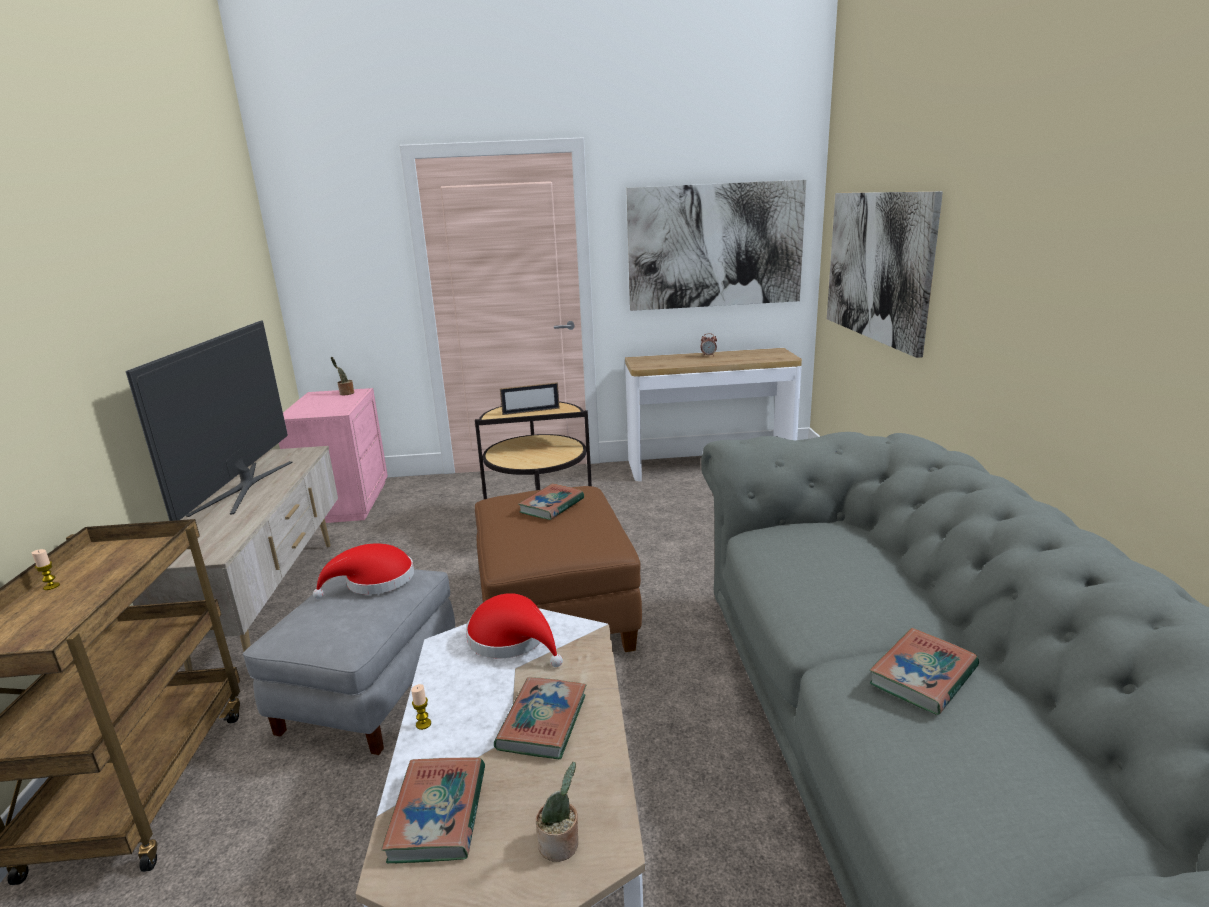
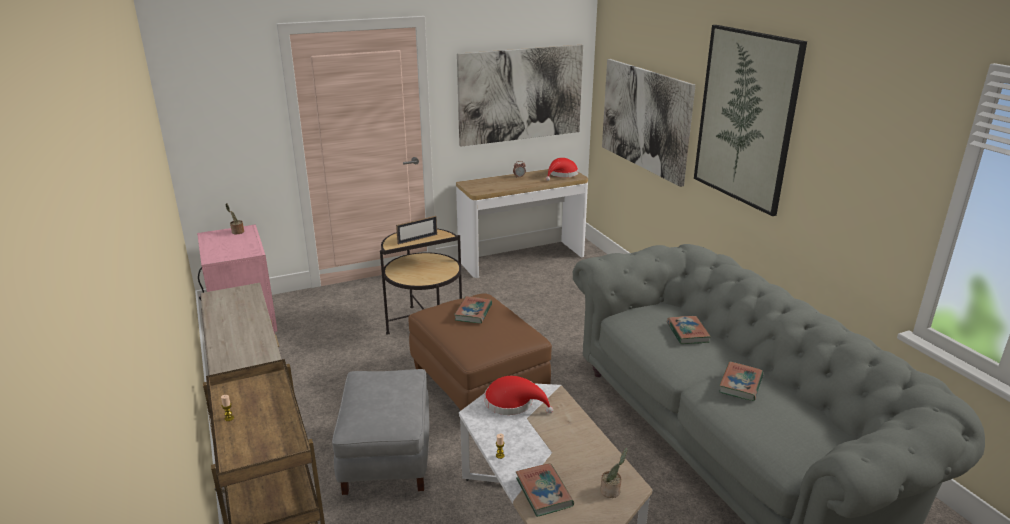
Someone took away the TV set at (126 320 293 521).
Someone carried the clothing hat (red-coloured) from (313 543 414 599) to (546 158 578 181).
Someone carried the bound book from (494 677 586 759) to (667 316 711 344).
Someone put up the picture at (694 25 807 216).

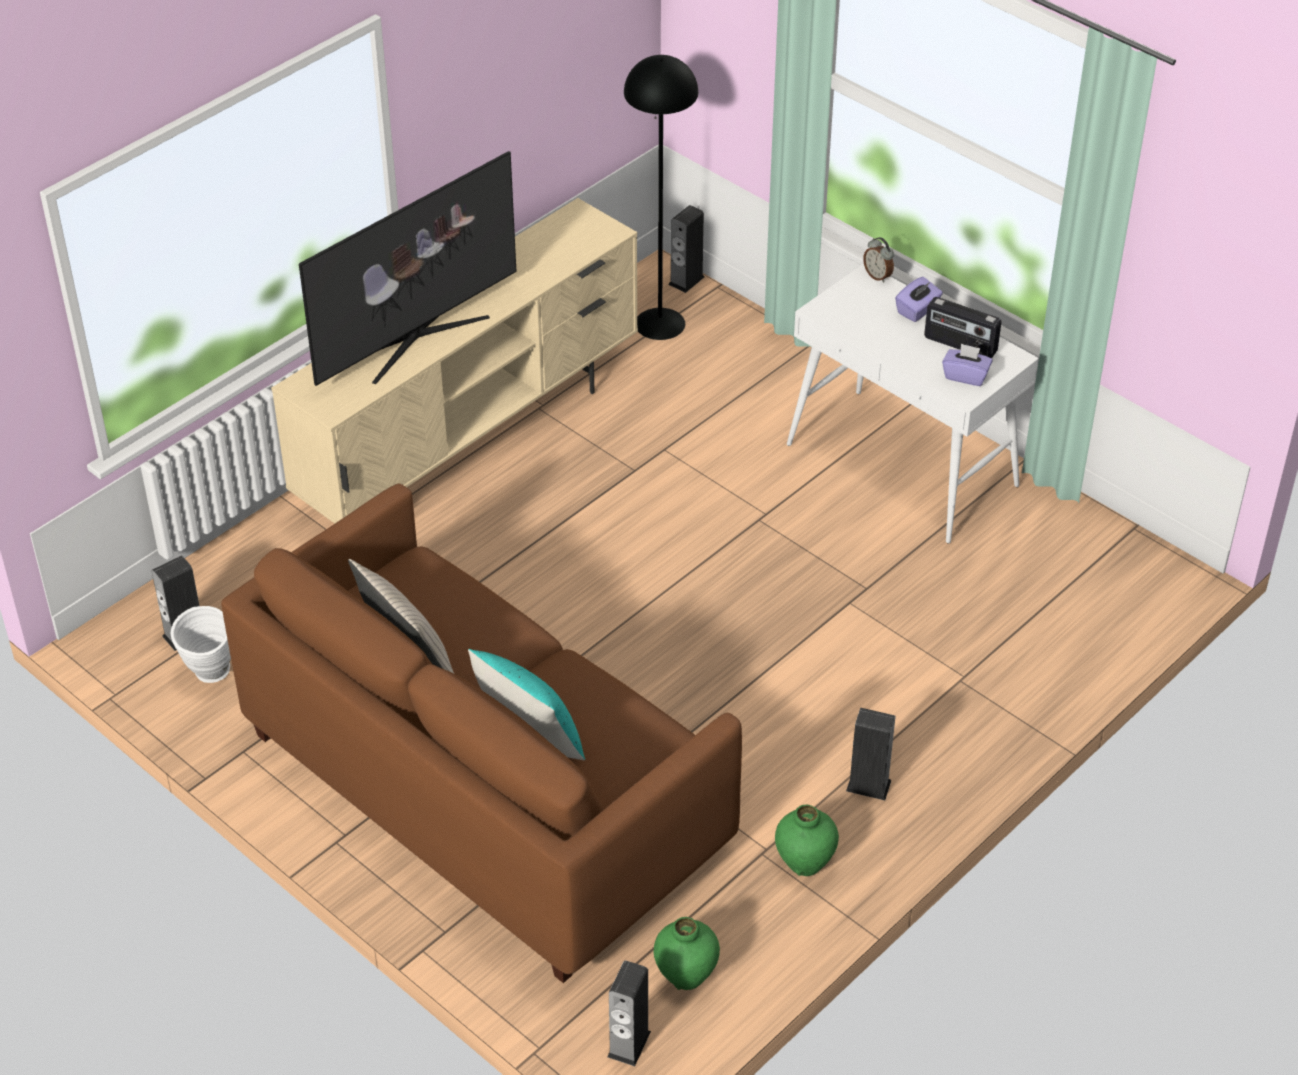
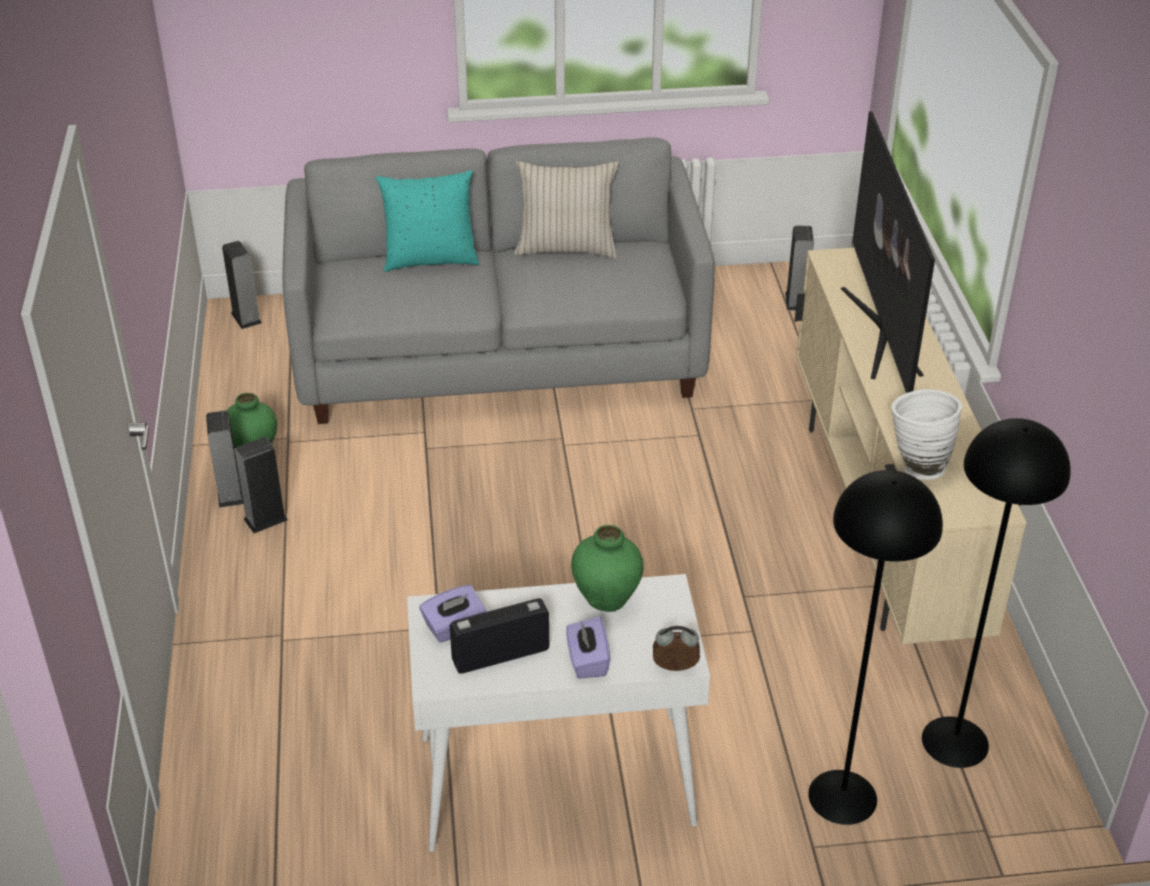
Someone carried the flower vase (white) from (171 606 231 683) to (891 389 962 480).
Someone repainted the sofa (brown) at (221 484 742 983), which became the sofa (grey) at (282 138 715 424).
Someone carried the flower vase (green) from (654 917 720 990) to (571 525 643 612).
Someone carried the loudspeaker from (668 205 704 293) to (206 411 244 508).
Someone put down the standing lamp (black) at (808 470 943 825).

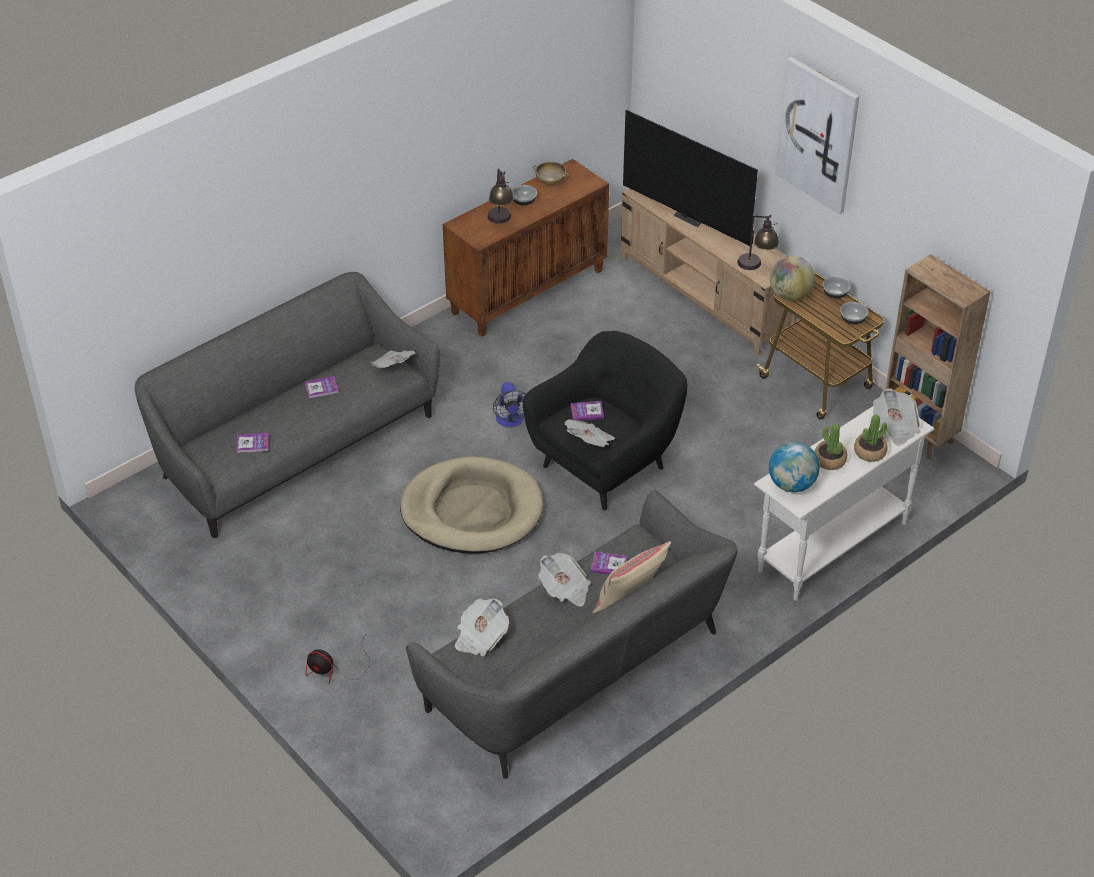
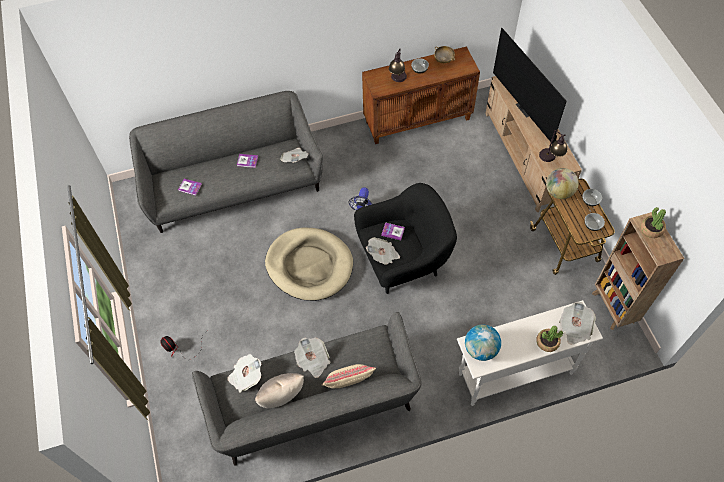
Someone took away the bound book at (590 552 627 575).
Someone took away the picture at (775 57 859 214).
Someone carried the houseplant from (814 424 847 470) to (640 207 666 238).
Someone put down the cushion (sand-coloured) at (255 373 304 408).

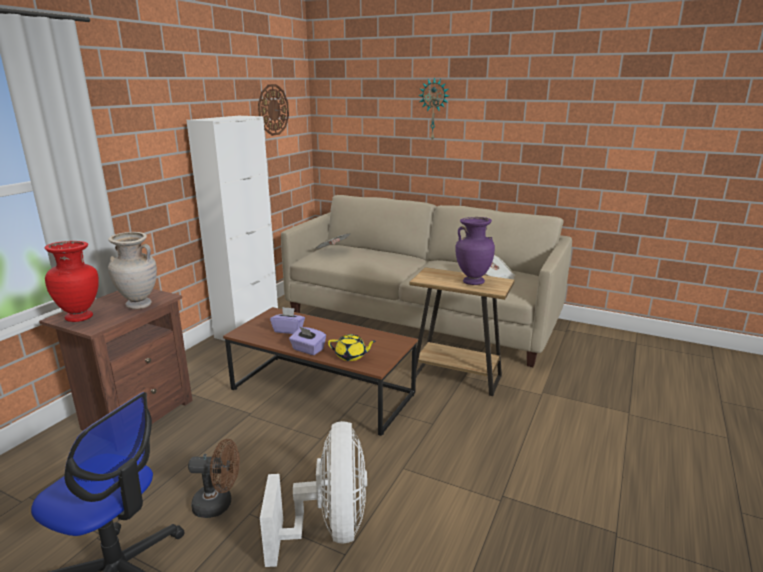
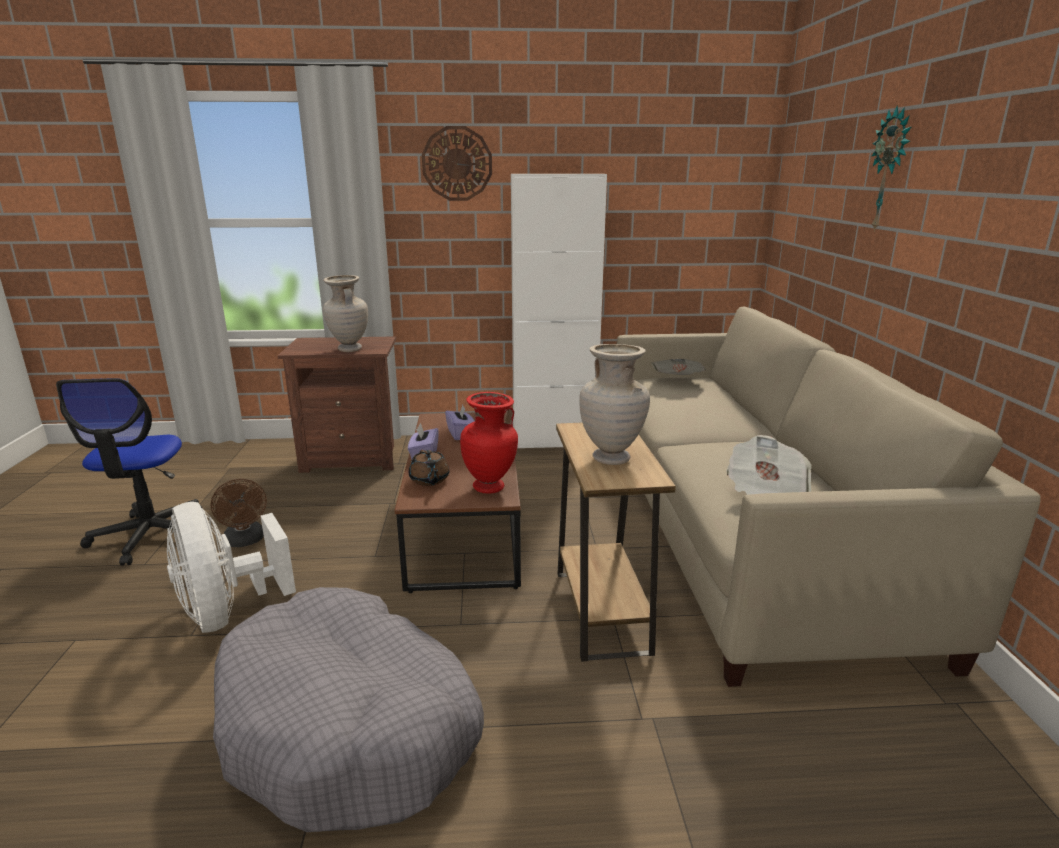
Someone carried the flower vase (red-coloured) from (44 241 99 322) to (460 392 518 494).
Someone carried the clock on the wall from (258 84 289 136) to (422 126 492 201).
Someone rotated the fan (white) at (260 421 367 567) by 90 degrees clockwise.
Someone repainted the teapot (yellow) at (328 334 376 361), which became the teapot (brown) at (409 450 449 486).
Someone repainted the flower vase (purple) at (456 217 495 285), which became the flower vase (sand-coloured) at (579 344 650 465).
Someone put down the dog cushion (grey) at (213 587 484 832).

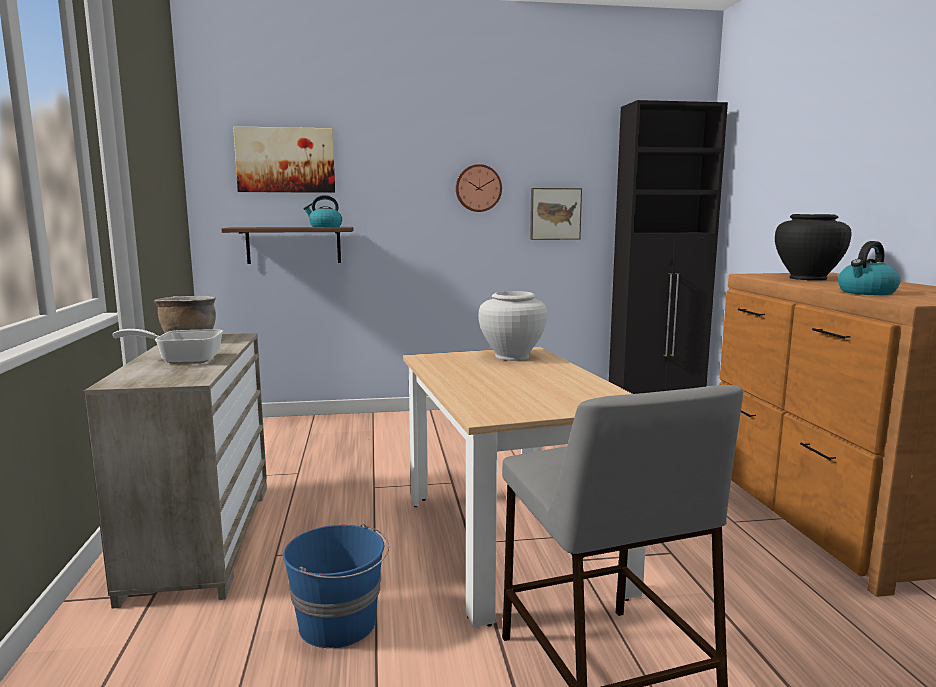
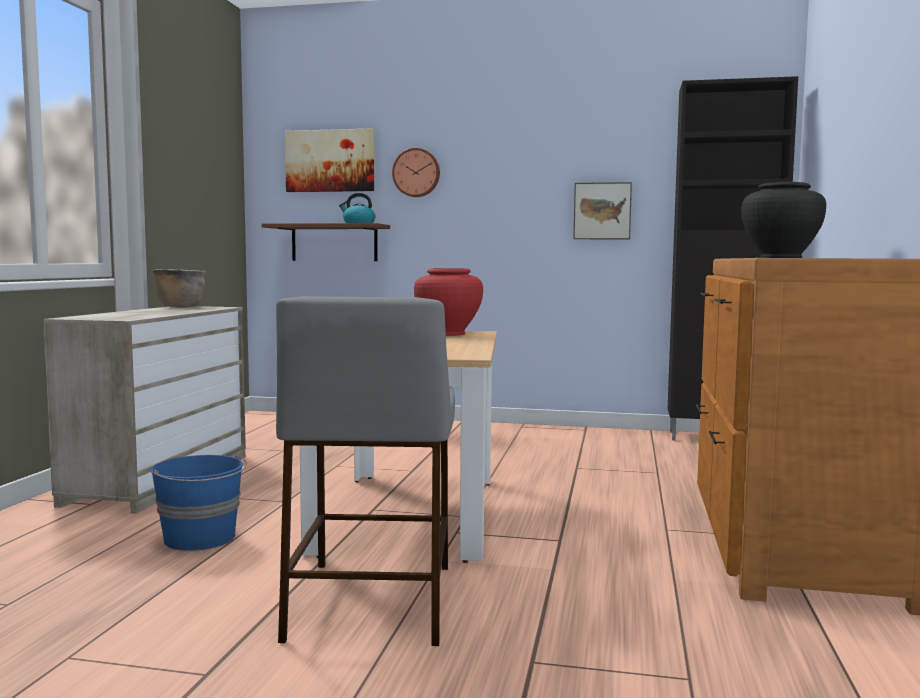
Someone took away the frying pan at (112 329 223 364).
Someone carried the clock on the wall from (456 164 502 212) to (392 148 440 197).
Someone repainted the flower vase (white) at (479 291 547 361), which became the flower vase (red-coloured) at (414 268 483 336).
Someone took away the kettle at (838 241 901 295).

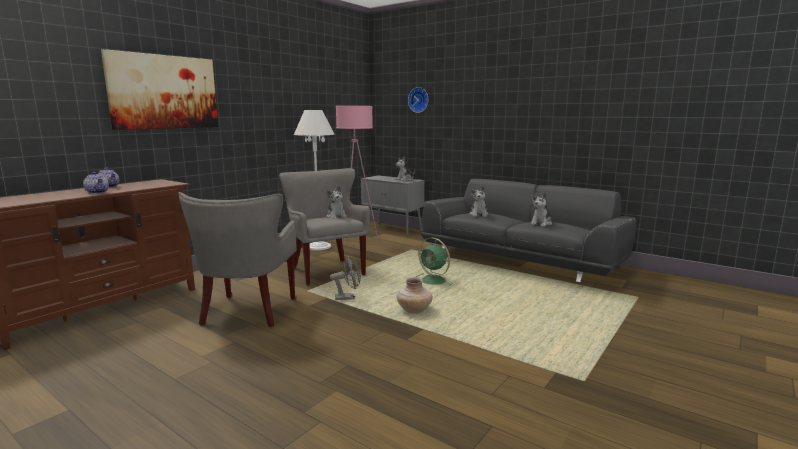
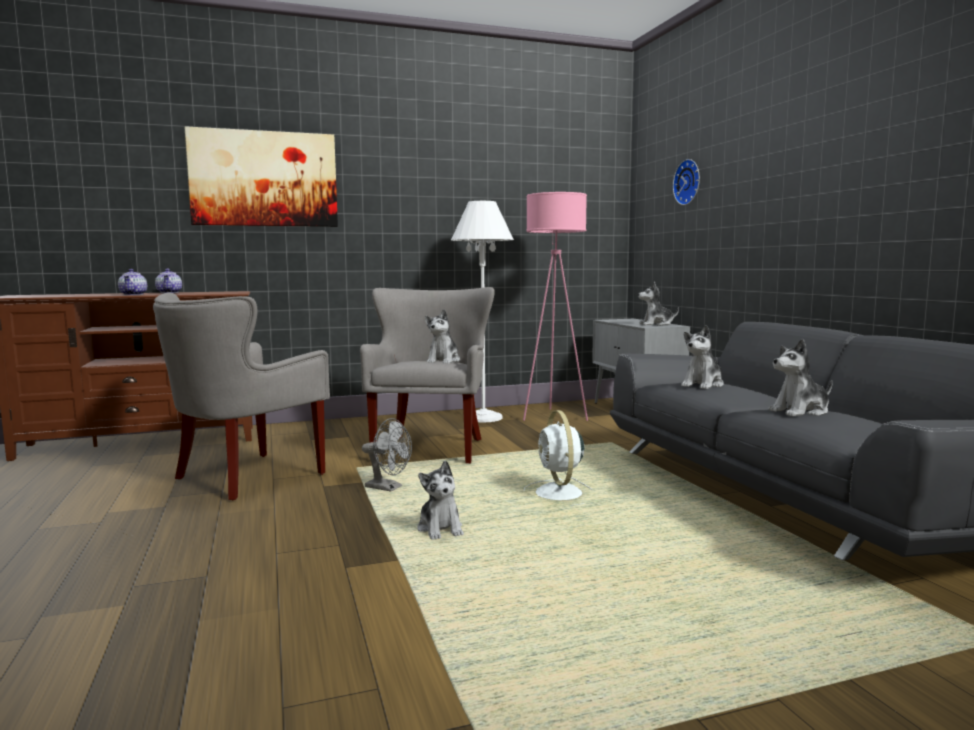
Someone swapped the flower vase (sand-coloured) at (397 277 433 314) for the plush toy at (417 461 464 540).
Someone repainted the fan (green) at (416 238 451 285), which became the fan (white) at (524 410 593 505).

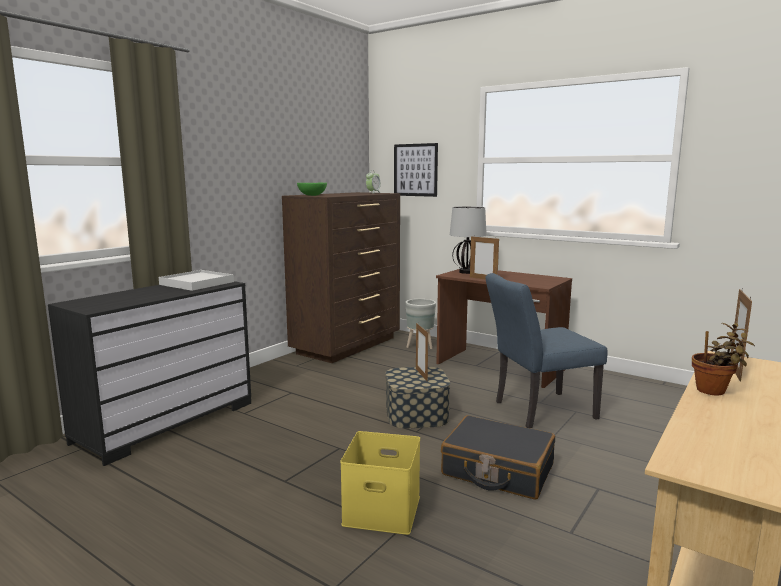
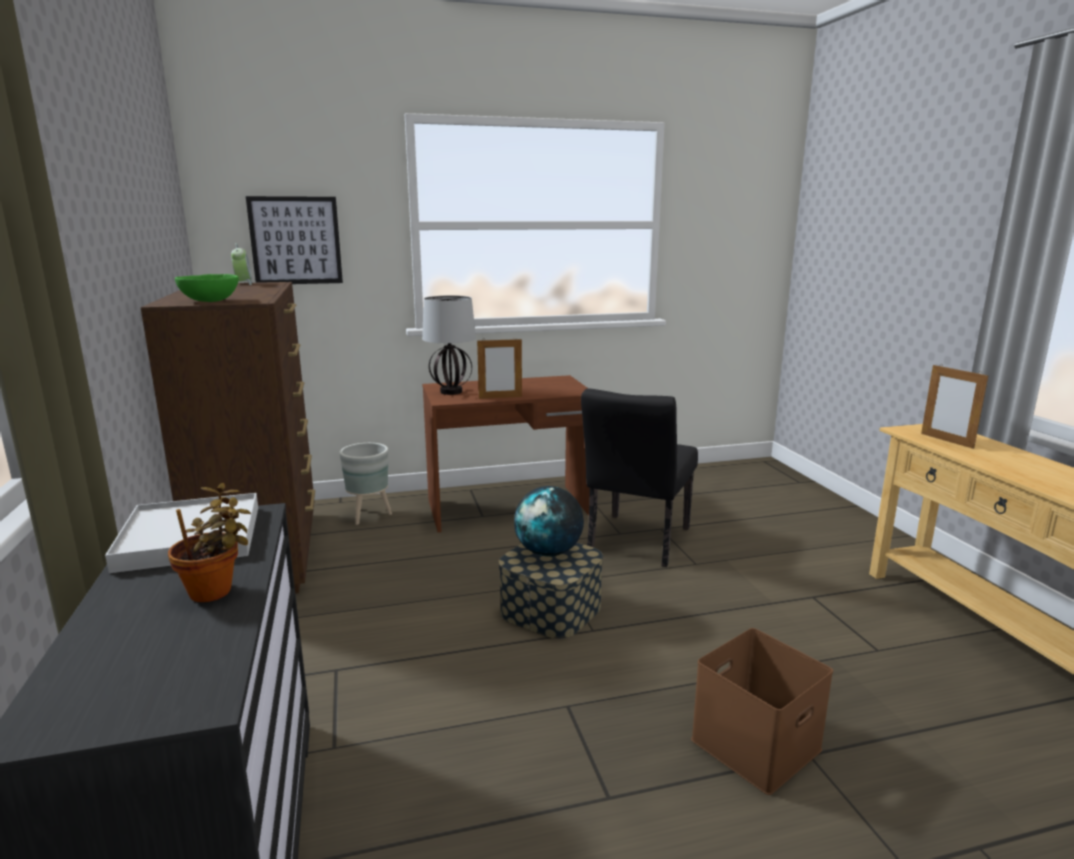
Someone repainted the storage bin (yellow) at (340 431 420 535), which became the storage bin (brown) at (691 628 833 795).
Someone swapped the standing frame at (416 323 428 381) for the world globe at (514 486 584 557).
Someone took away the travel case (black) at (441 415 555 500).
Someone repainted the chair (bluish) at (486 273 607 428), which became the chair (black) at (581 388 698 567).
Someone carried the houseplant from (692 323 755 395) to (168 483 251 602).

